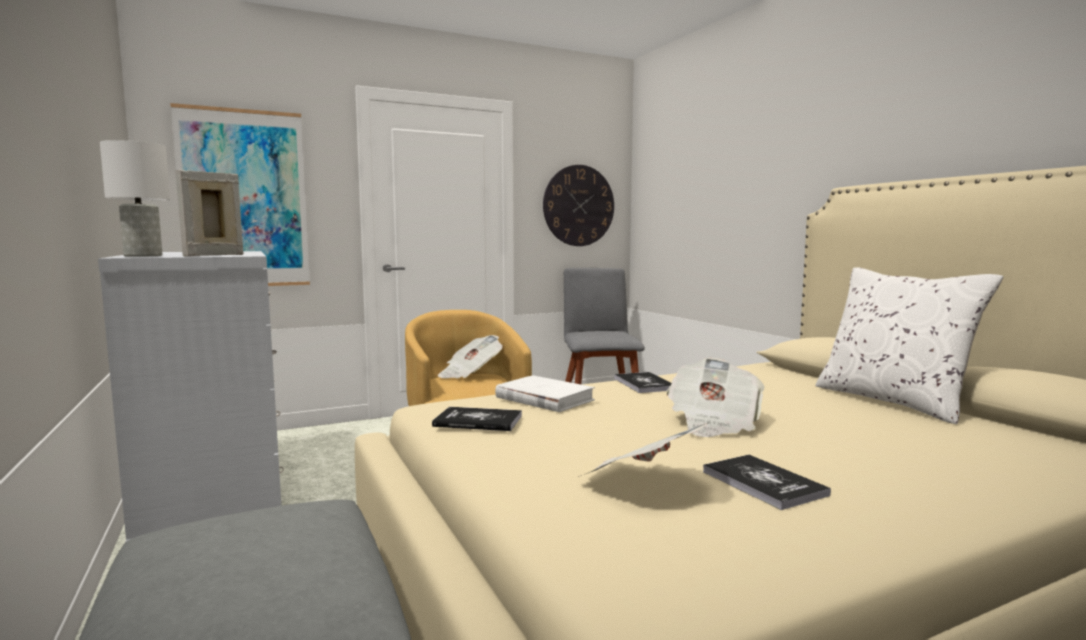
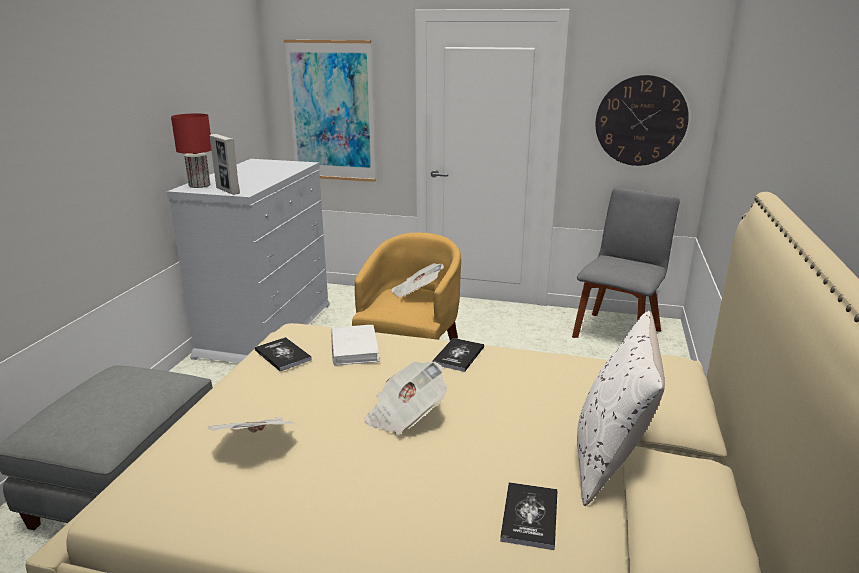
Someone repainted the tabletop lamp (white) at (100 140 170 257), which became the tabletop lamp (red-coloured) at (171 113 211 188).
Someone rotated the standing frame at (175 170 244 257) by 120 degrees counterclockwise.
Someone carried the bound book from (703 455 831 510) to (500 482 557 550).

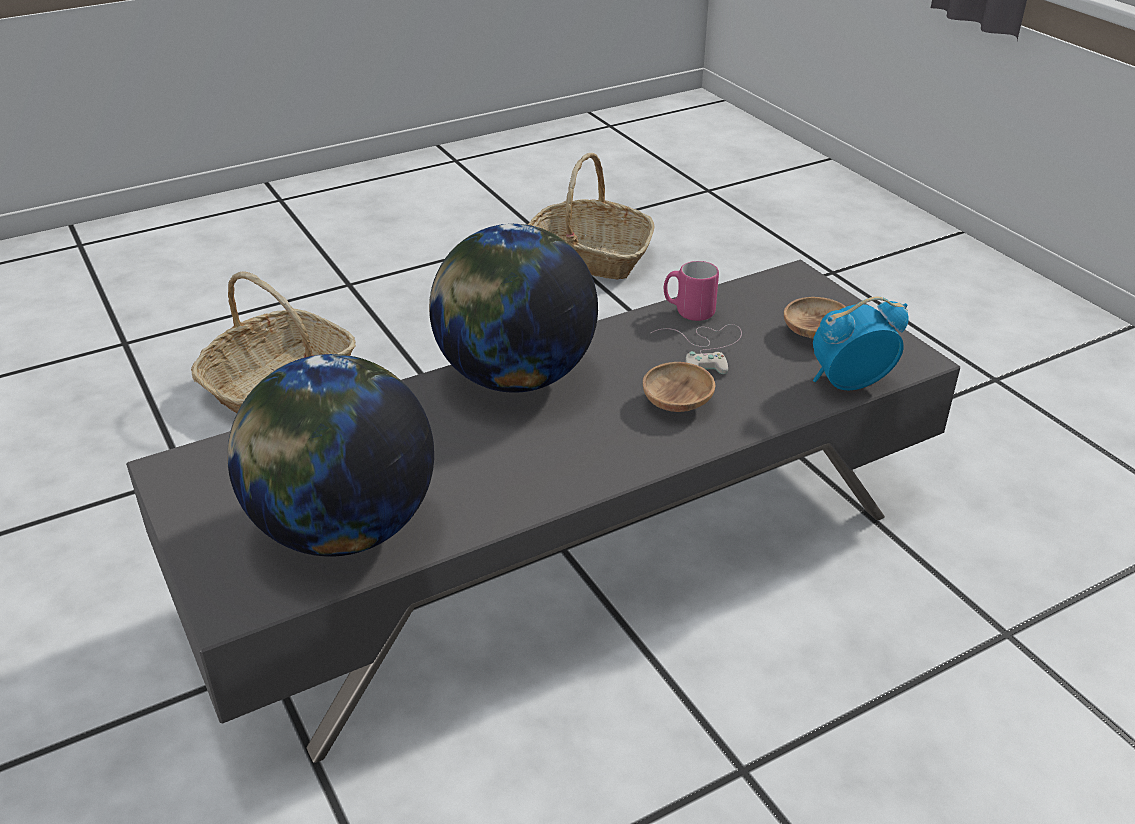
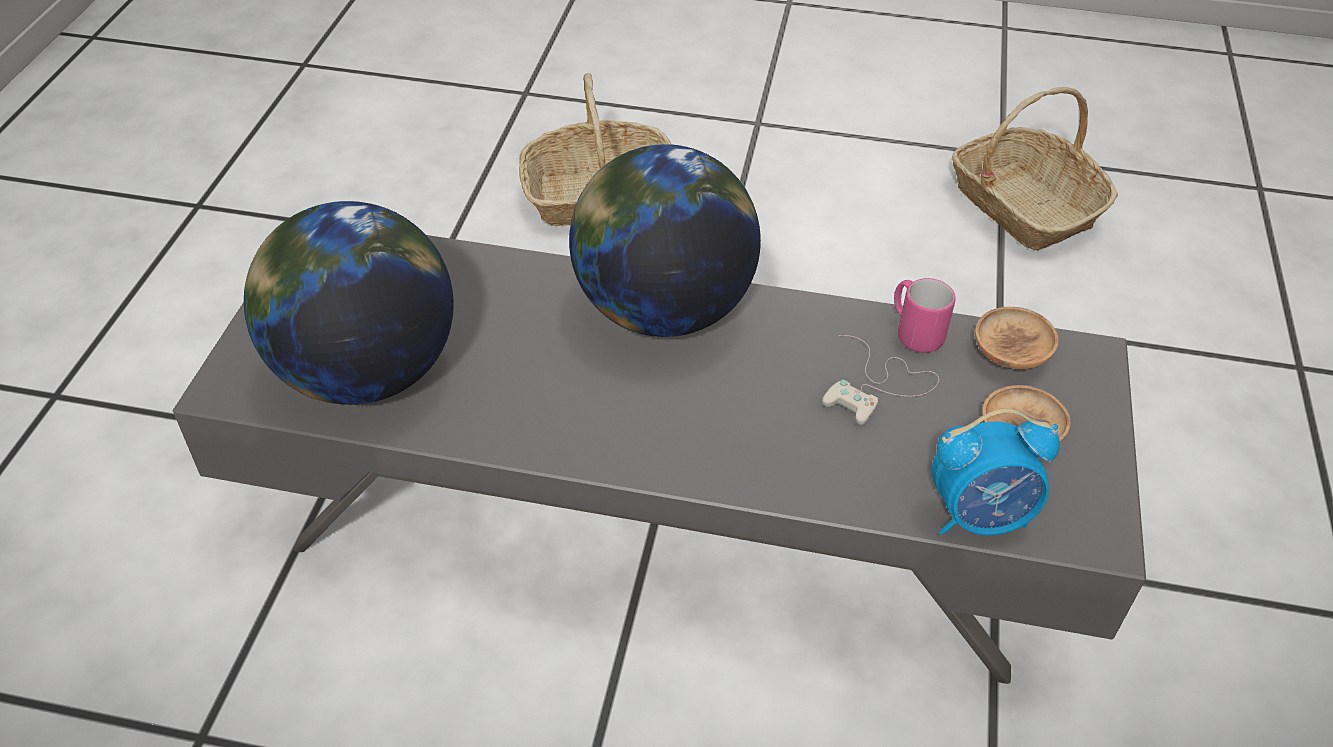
Someone carried the deep dish (brown) from (643 362 715 412) to (975 307 1058 369).
Someone rotated the bedside clock at (813 297 909 390) by 150 degrees clockwise.

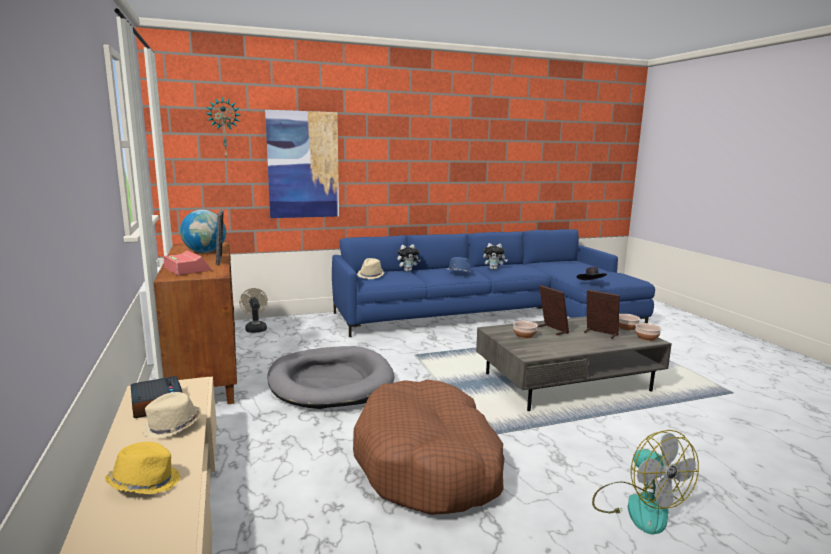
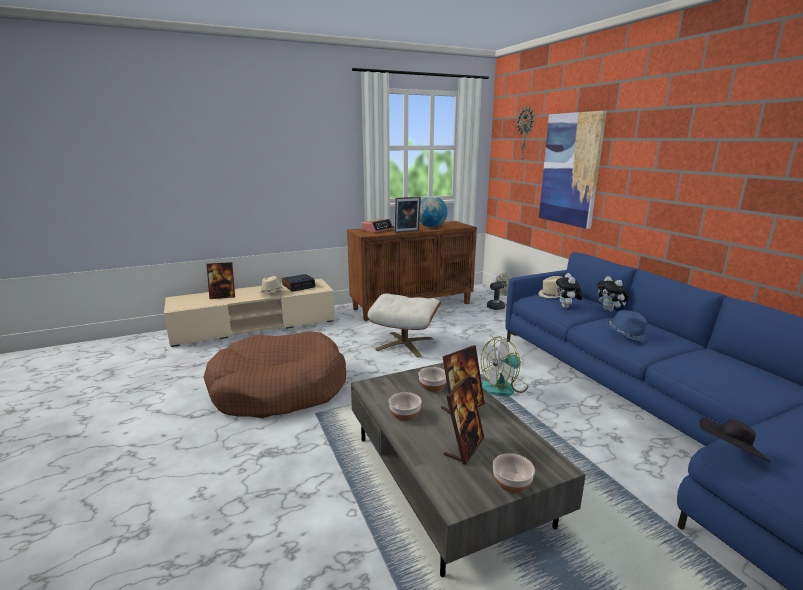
Someone swapped the clothing hat (yellow) at (105 442 181 494) for the standing frame at (206 262 235 299).
Someone swapped the dog cushion (grey) at (267 346 395 409) for the footrest (sand-coloured) at (367 294 441 357).
Someone carried the plush toy from (483 243 507 270) to (556 273 583 308).
Someone carried the fan from (592 430 699 535) to (481 336 528 396).
Someone carried the deep dish from (635 323 661 341) to (389 392 422 421).

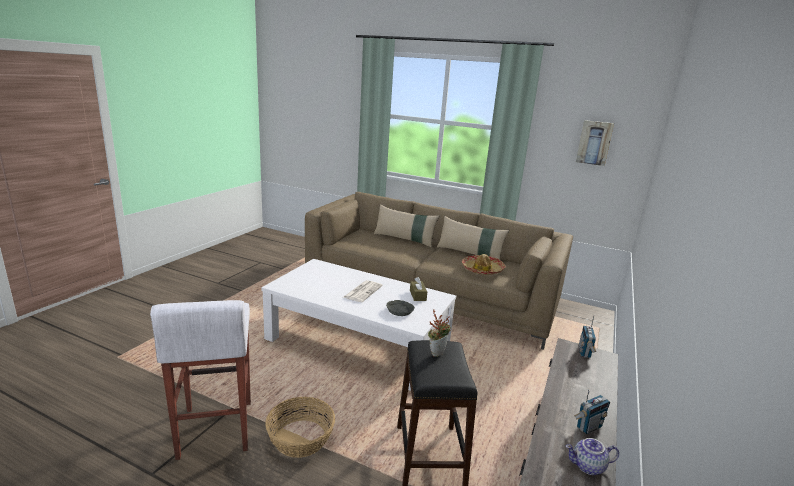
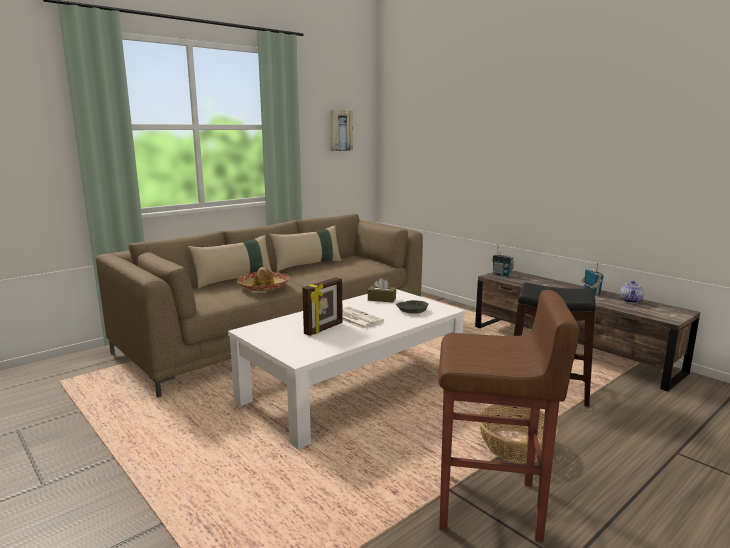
Someone repainted the stool seat (white) at (150 300 251 460), which became the stool seat (brown) at (438 290 579 542).
Someone took away the houseplant at (428 309 451 357).
Someone carried the clothing hat from (462 254 505 275) to (237 267 290 291).
Someone put down the standing frame at (302 277 343 336).

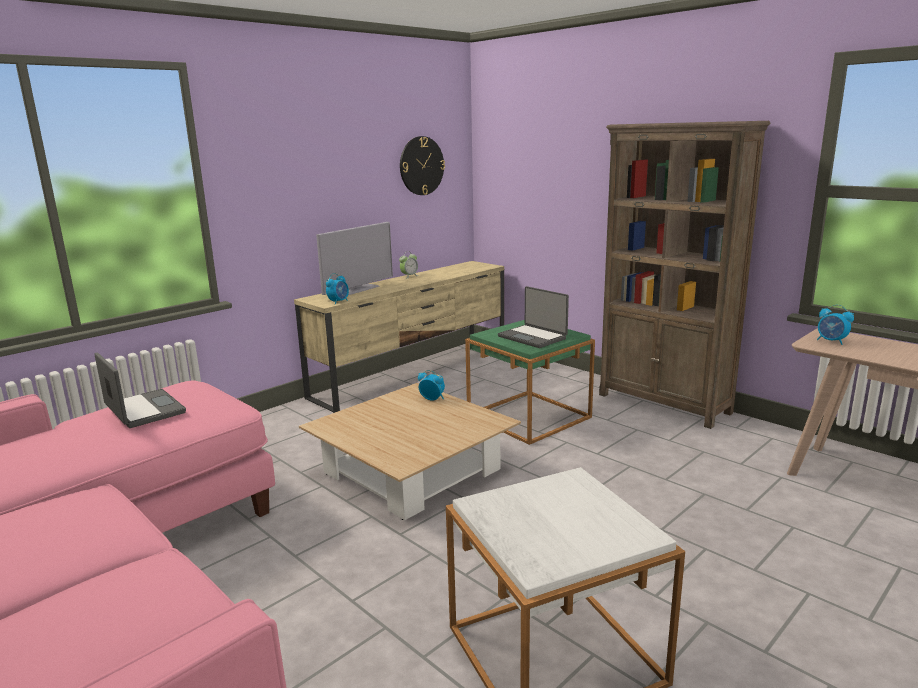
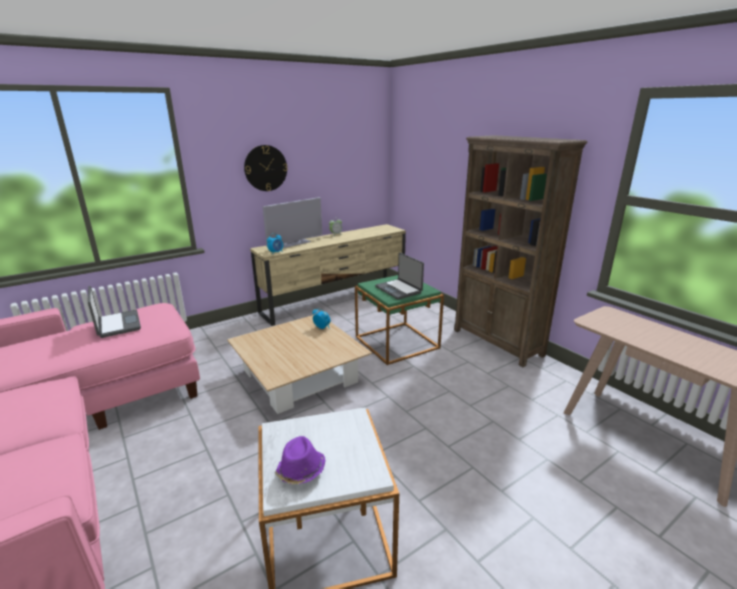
Someone carried the clock on the wall from (400 136 445 195) to (244 145 288 191).
Someone took away the bedside clock at (817 305 854 345).
Someone put down the clothing hat (purple) at (275 436 326 485).

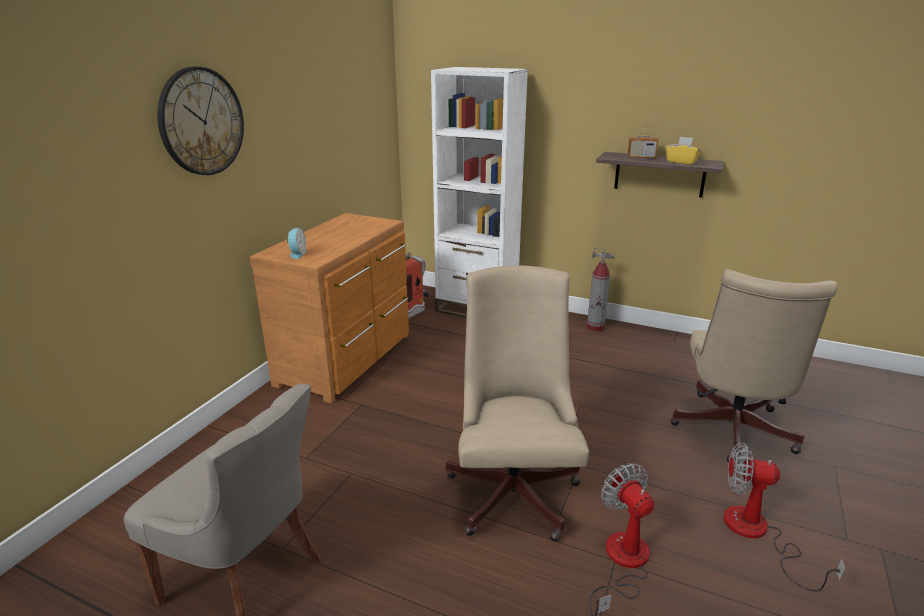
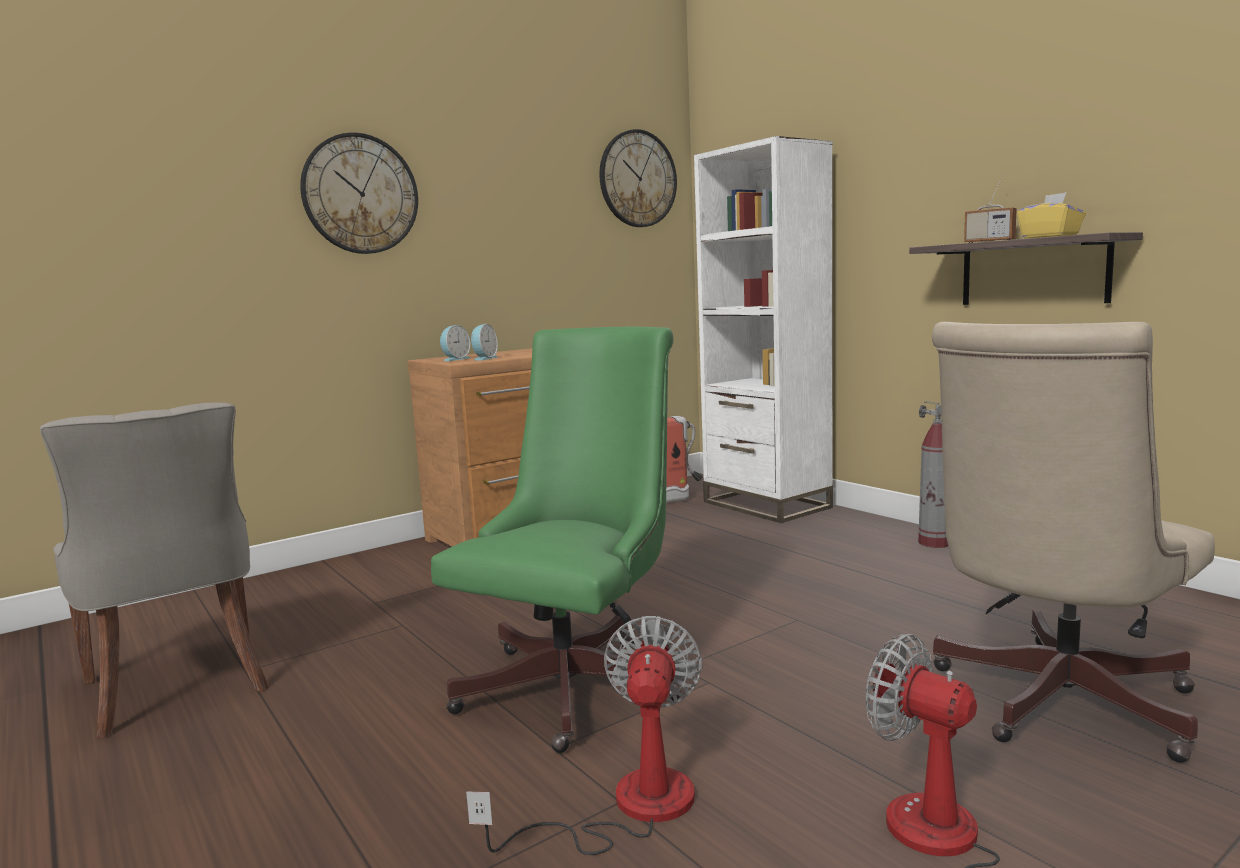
Someone repainted the desk chair (sand-coloured) at (446 265 589 542), which became the desk chair (green) at (431 327 681 753).
Someone put down the bedside clock at (471 324 498 361).
Someone put up the clock on the wall at (599 129 677 227).

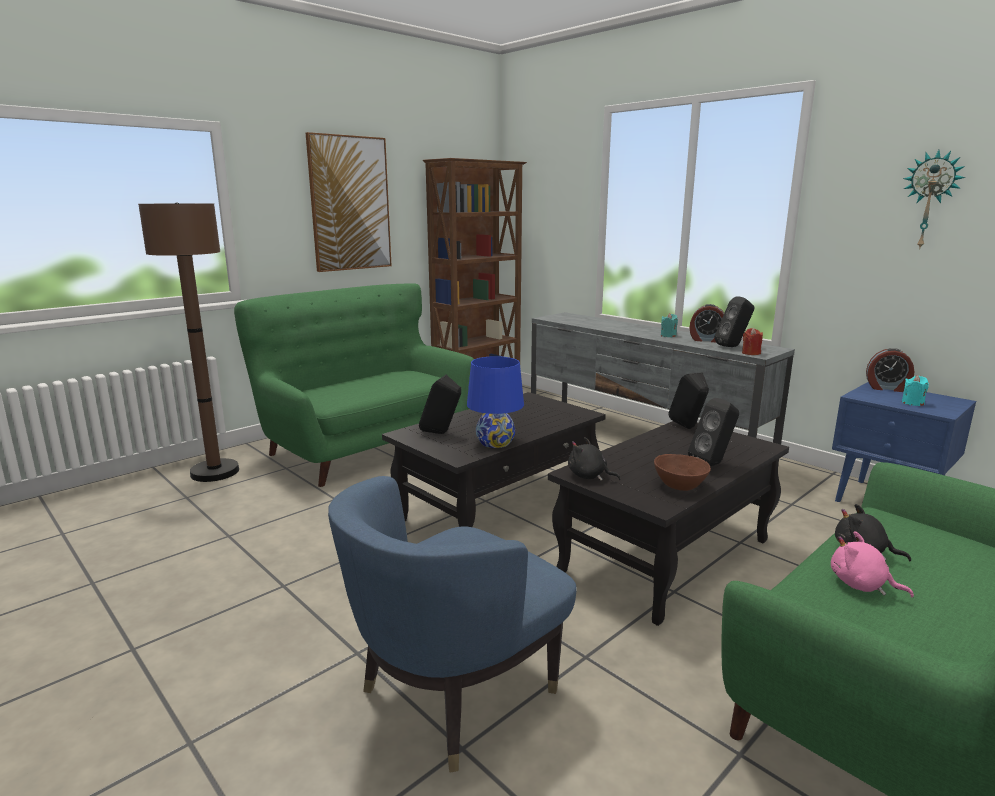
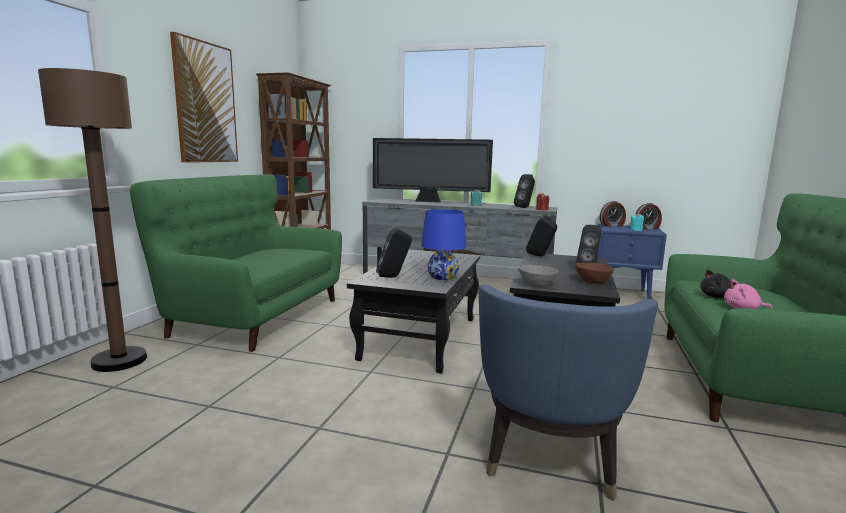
Someone swapped the plush toy (black) at (568 437 621 481) for the deep dish (grey) at (519 265 558 287).
Someone carried the bedside clock from (689 304 724 342) to (636 203 662 229).
Someone took away the clock on the wall at (903 150 965 250).
Someone put down the TV set at (373 138 493 203).

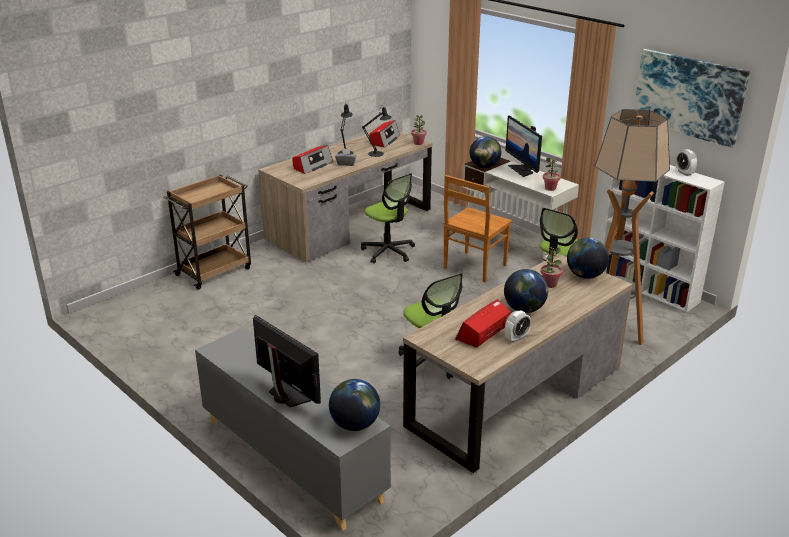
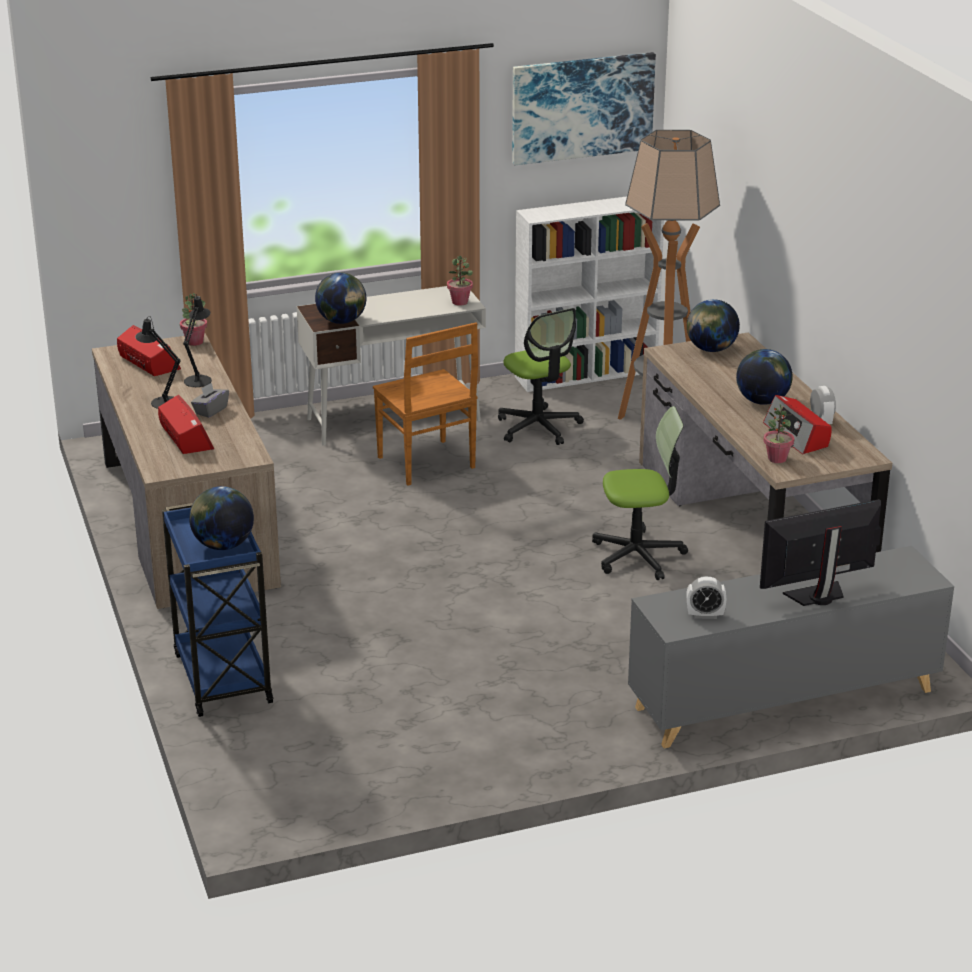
Someone repainted the cart (brown) at (163 175 251 289), which became the cart (bluish) at (162 503 273 717).
Someone carried the world globe from (329 379 380 431) to (189 486 254 550).
Someone took away the desk chair at (361 173 415 264).
Someone took away the computer display at (506 115 542 177).
Someone carried the houseplant from (541 247 563 288) to (763 404 795 463).
Someone carried the bedside clock from (676 149 697 176) to (687 576 727 619).

